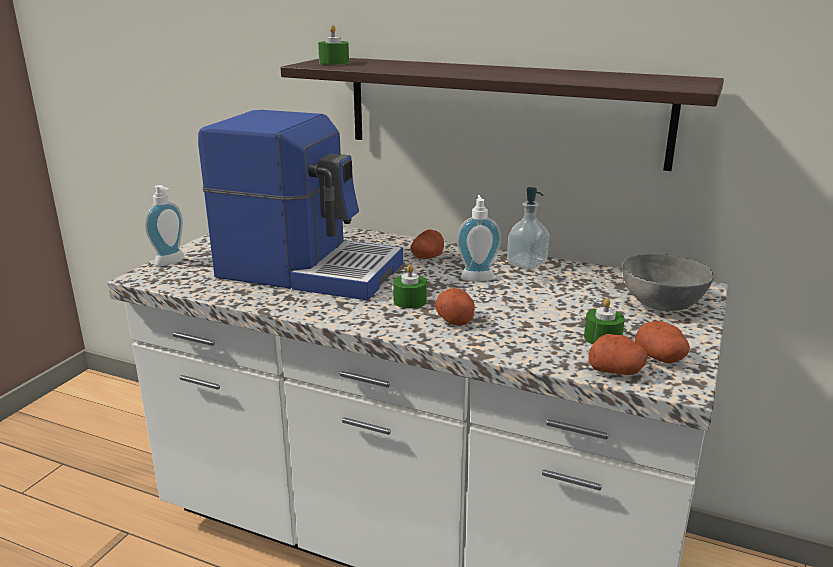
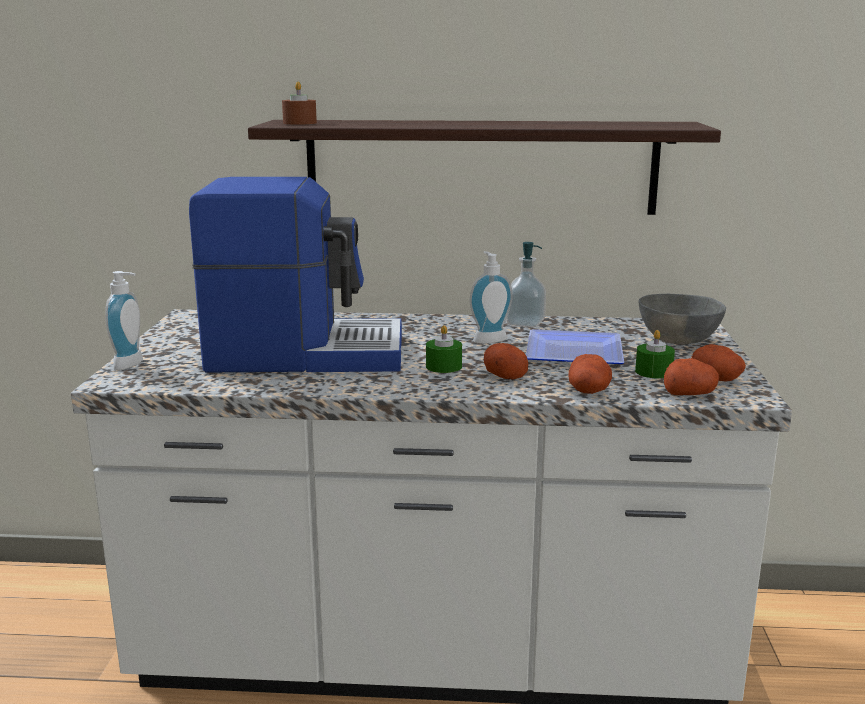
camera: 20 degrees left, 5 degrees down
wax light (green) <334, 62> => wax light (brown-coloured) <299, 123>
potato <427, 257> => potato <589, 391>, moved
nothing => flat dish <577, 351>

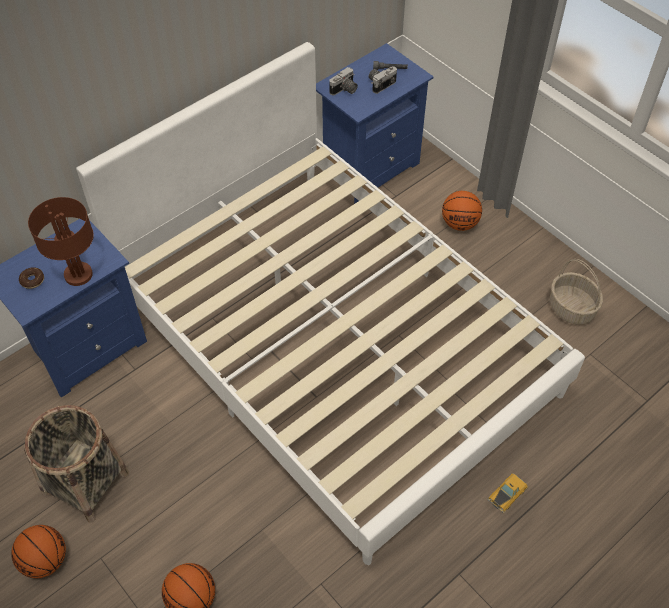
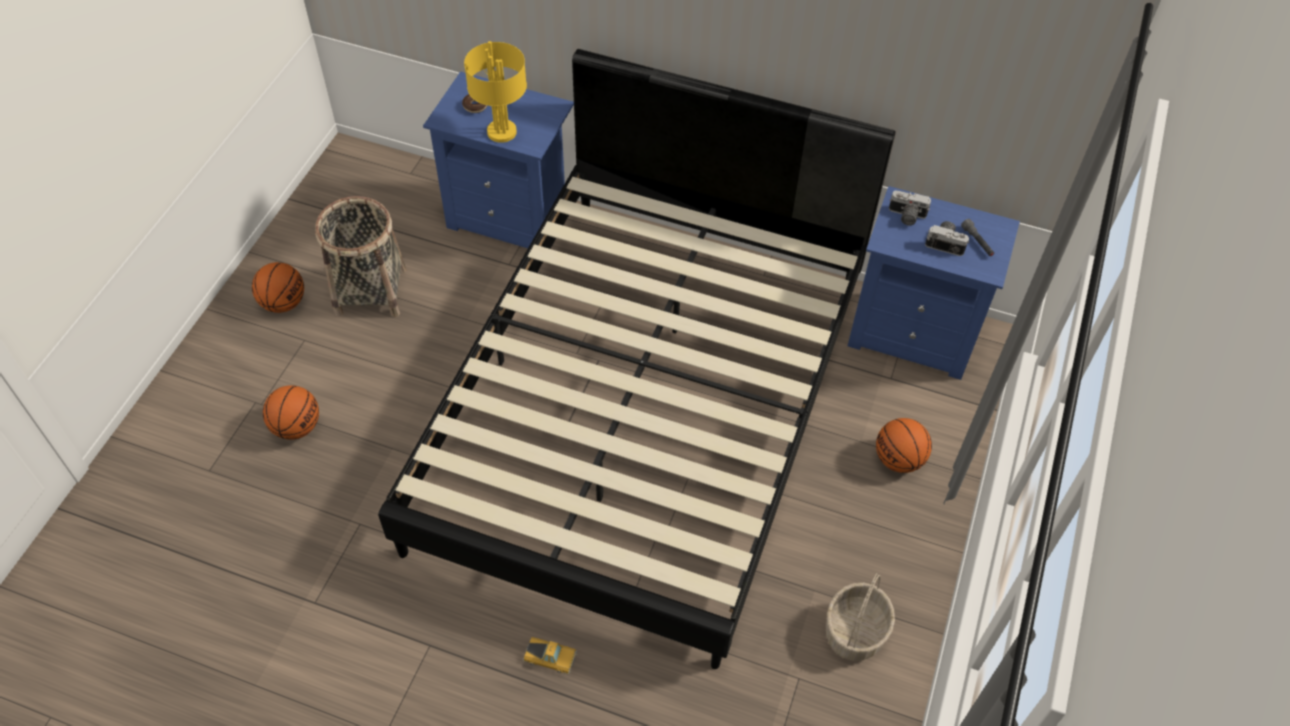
camera: 60 degrees right, 0 degrees up
tabletop lamp (brown-coloured) <79, 274> => tabletop lamp (yellow-coloured) <502, 132>
sleeping bed (white) <334, 342> => sleeping bed (black) <645, 410>

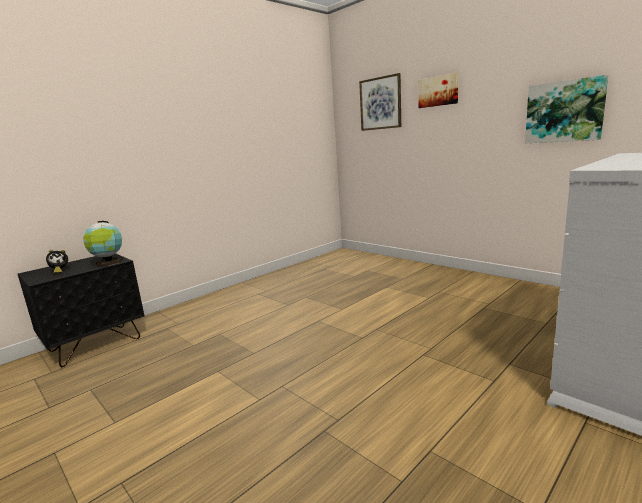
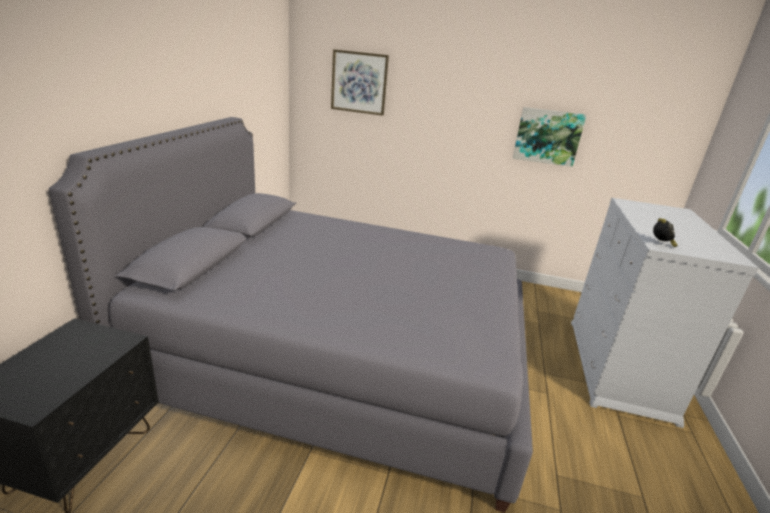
camera: 35 degrees left, 10 degrees up
alarm clock <59, 271> => alarm clock <661, 244>, moved
world globe <108, 263> => nothing
picture <438, 91> => nothing
nothing => sleeping bed (gray) <338, 361>

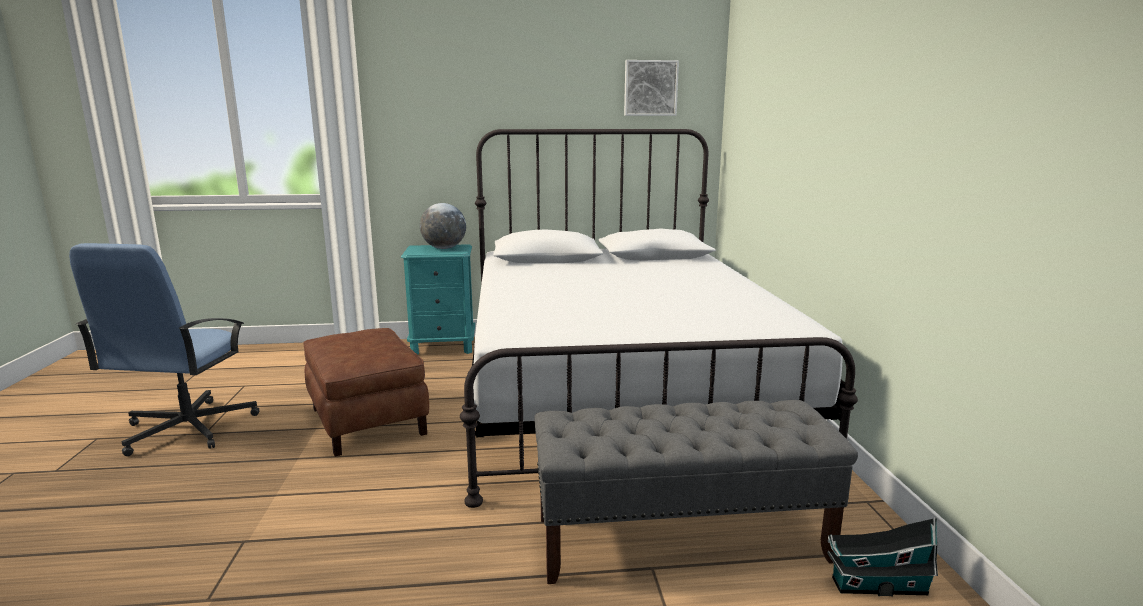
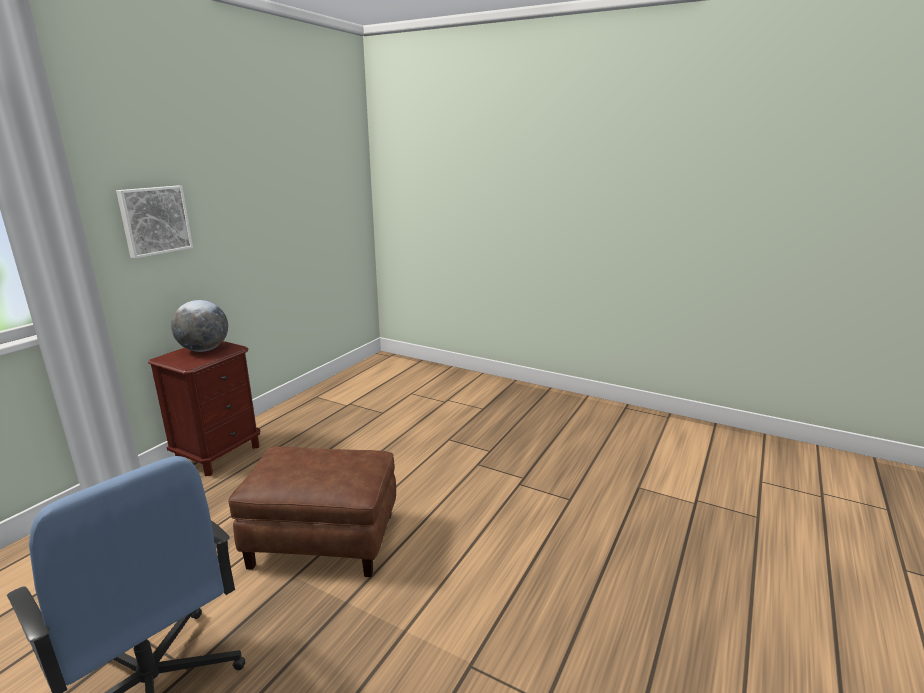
camera: 55 degrees left, 5 degrees up
night table (blue-green) <443, 347> => night table (brown-coloured) <219, 454>
sleeping bed (white) <617, 392> => nothing
bench (gray) <681, 539> => nothing
picture <650, 88> => picture <154, 220>, moved
miniature house <875, 586> => nothing

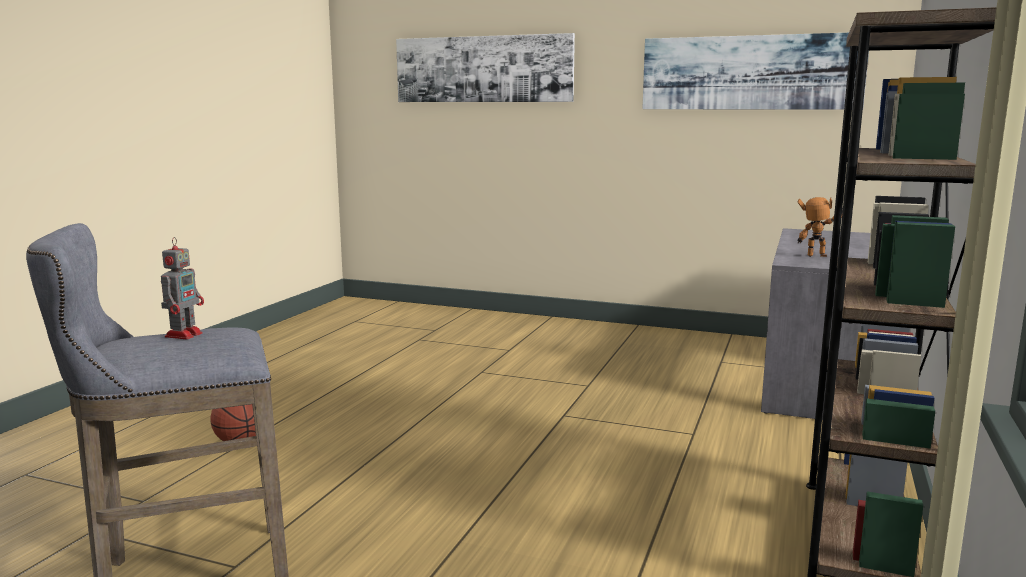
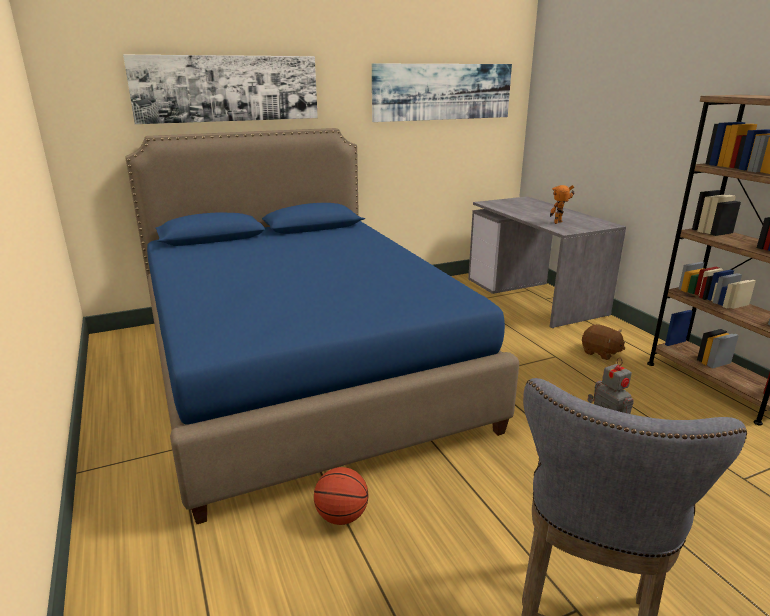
camera: 45 degrees left, 10 degrees up
nothing => sleeping bed (bluish) <301, 370>
nothing => cuddly toy (brown-coloured) <600, 353>

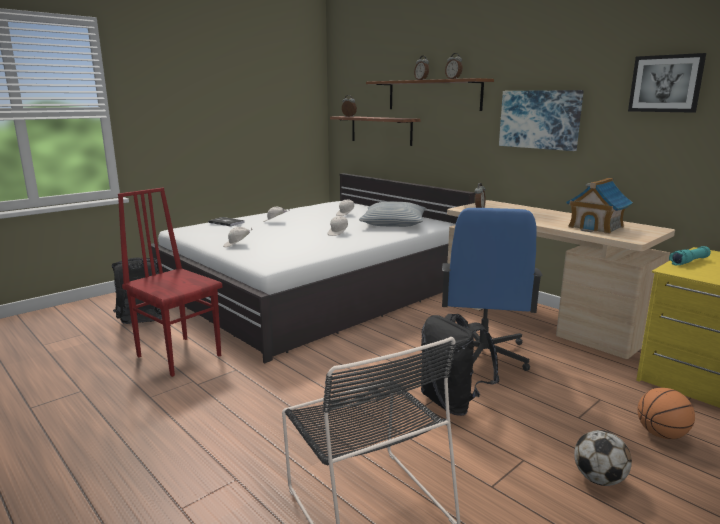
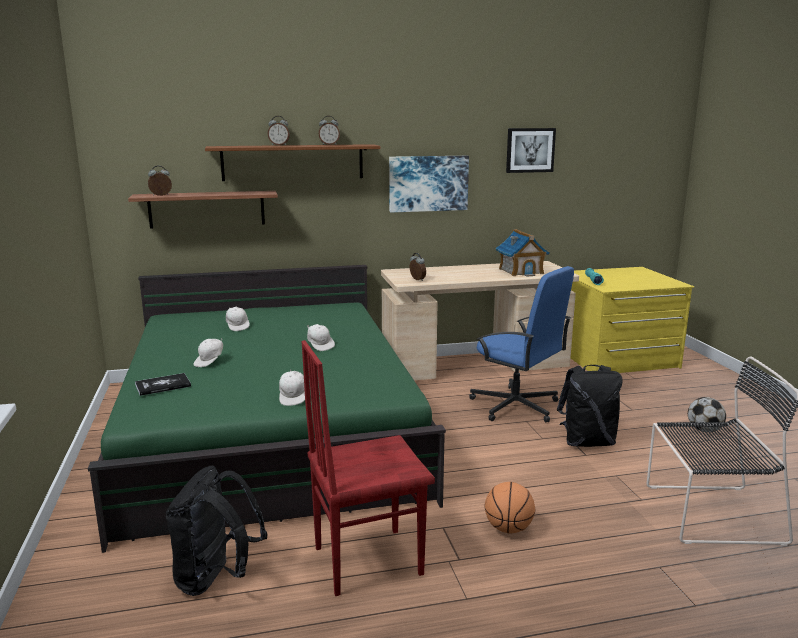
camera: 60 degrees left, 0 degrees up
sleeping bed (white) <316, 289> => sleeping bed (green) <270, 432>
cushion <393, 223> => nothing
basketball ball <661, 434> => basketball ball <508, 529>, moved

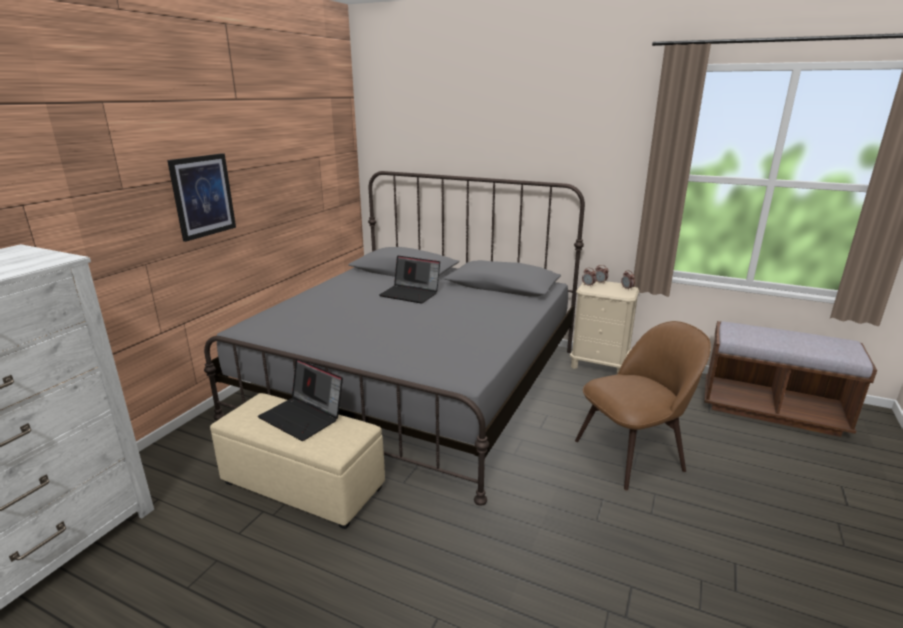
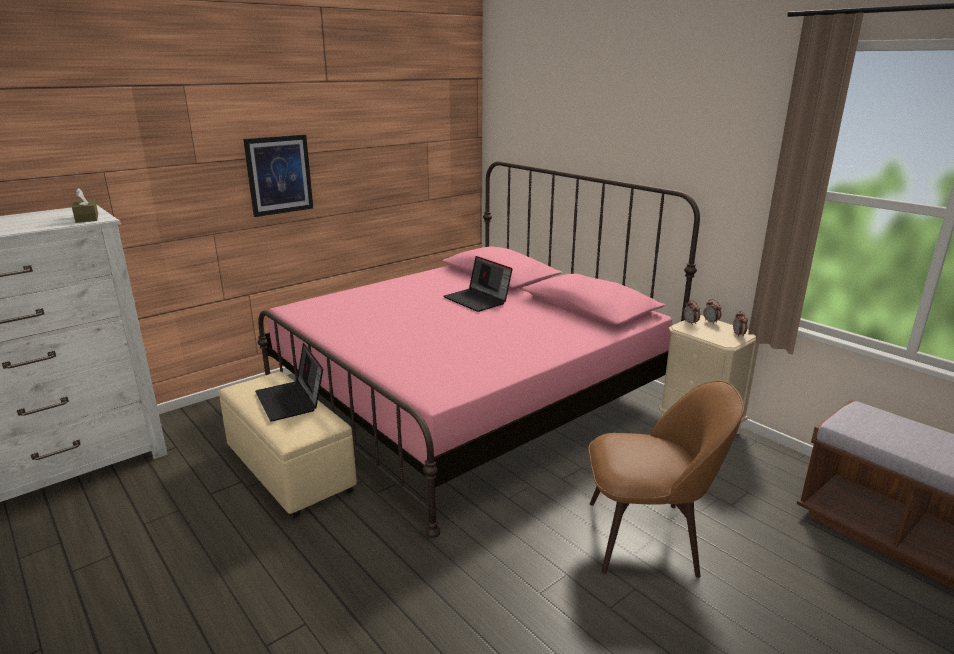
camera: 25 degrees right, 0 degrees up
sleeping bed (gray) <413, 381> => sleeping bed (pinkish) <467, 397>
nothing => tissue holder (brown-coloured) <87, 218>

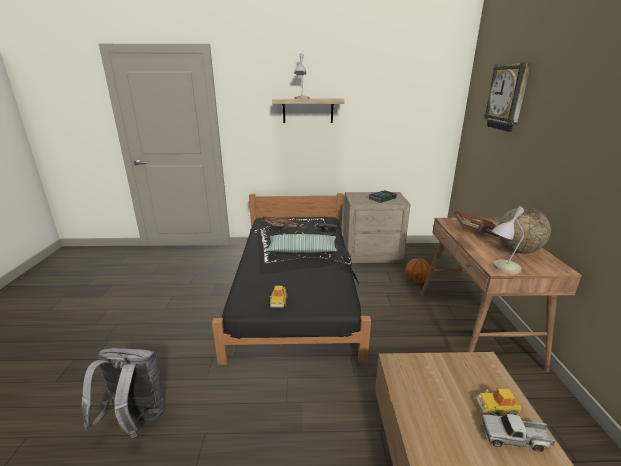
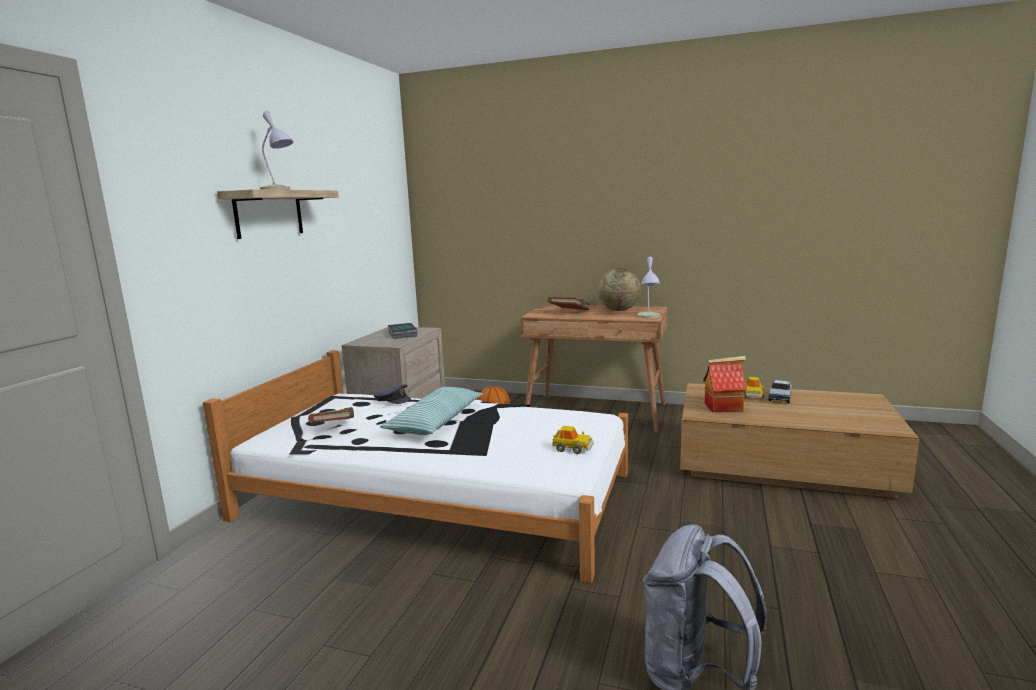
camera: 70 degrees left, 10 degrees down
sleeping bed (black) <295, 288> => sleeping bed (white) <436, 495>
wall clock <507, 97> => nothing
nothing => miniature house <723, 407>

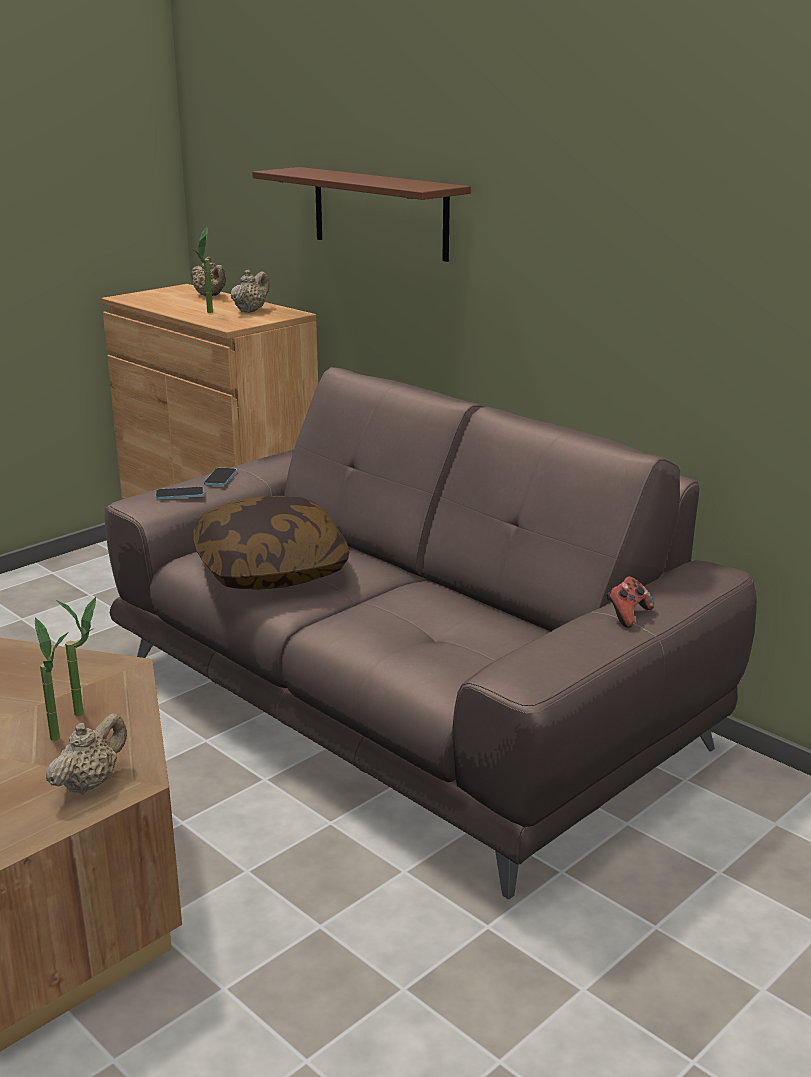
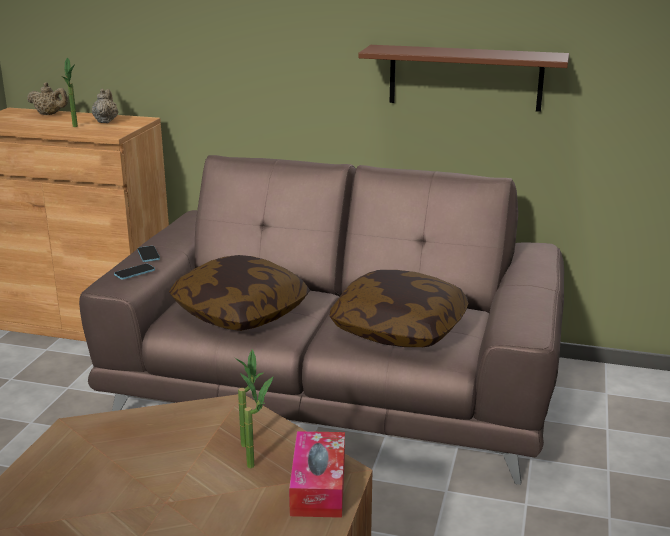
camera: 30 degrees left, 0 degrees up
pot for tea (sand-coloured) <90, 783> => tissue holder <318, 485>
bracket shelf (brown-coloured) <379, 213> => bracket shelf (brown-coloured) <465, 78>, moved
game controller <627, 615> => nothing
nothing => cushion <399, 329>

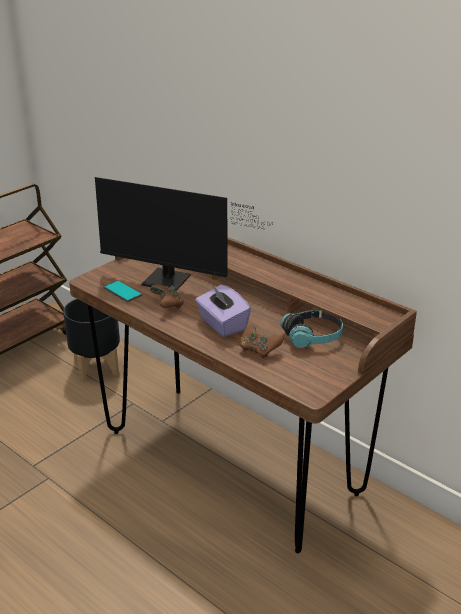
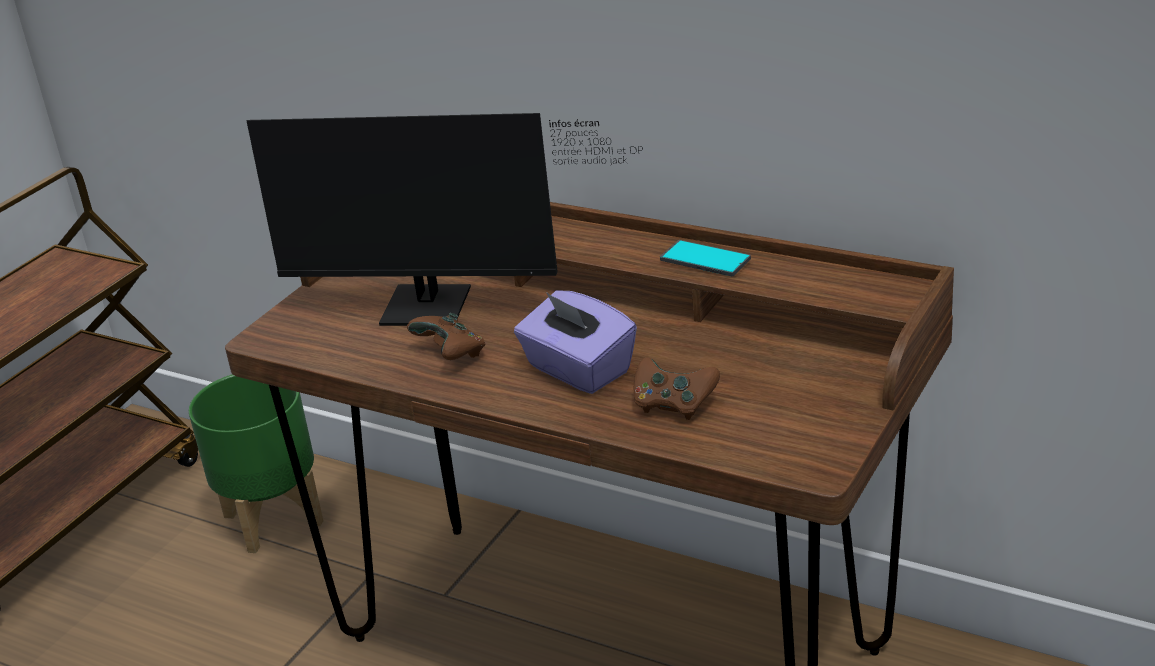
camera: 10 degrees left, 0 degrees up
planter (black) <97, 368> => planter (green) <274, 518>
handset <122, 292> => handset <705, 260>, moved
headset <312, 337> => nothing

